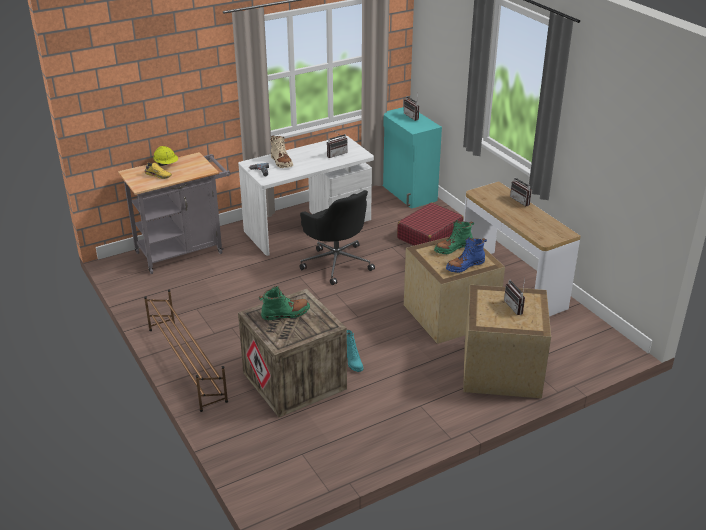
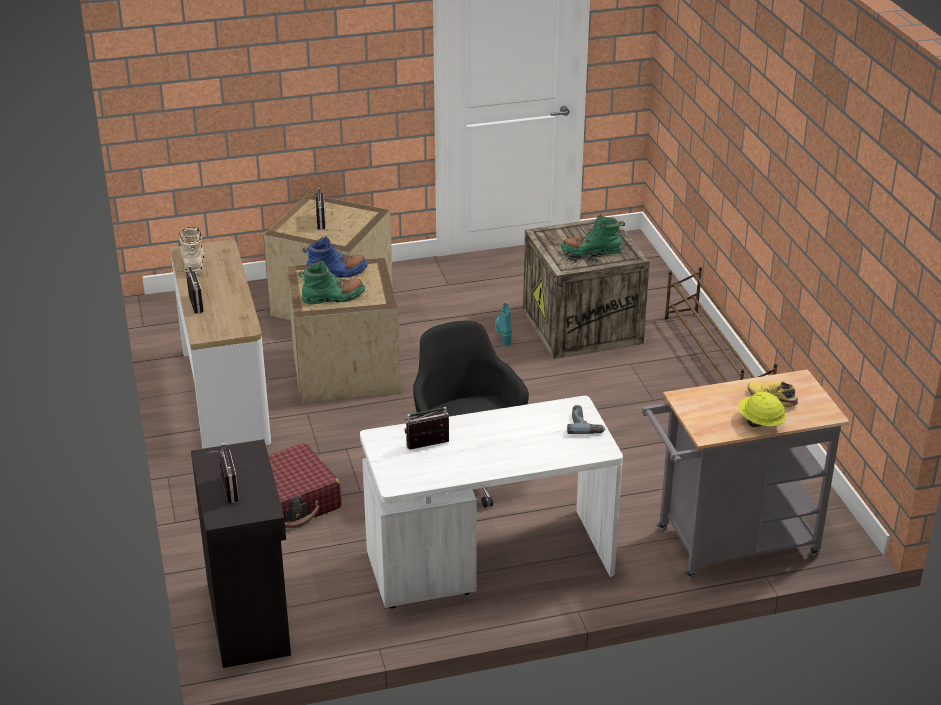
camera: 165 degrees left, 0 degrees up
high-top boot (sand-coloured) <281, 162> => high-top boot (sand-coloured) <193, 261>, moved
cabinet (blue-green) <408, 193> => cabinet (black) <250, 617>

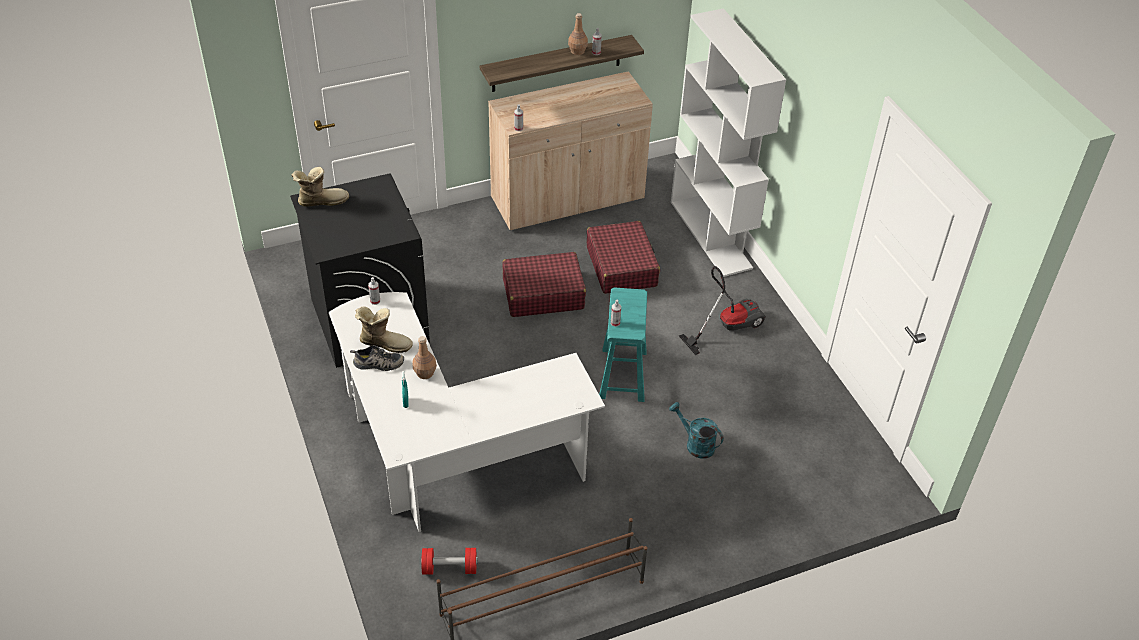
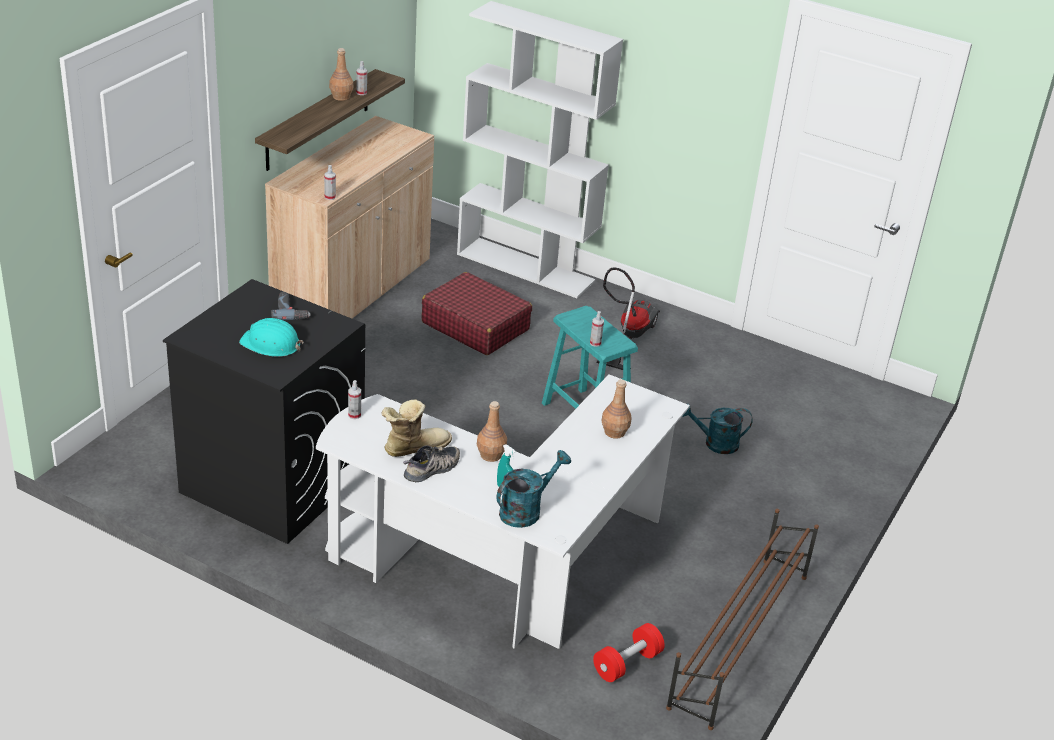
camera: 40 degrees left, 10 degrees down
high-top boot <321, 201> => nothing
piece of luggage (red) <543, 294> => nothing
nothing => safety helmet (blue-green) <271, 344>
nothing => electric drill <291, 311>
nothing => watering pot (blue-green) <526, 510>
nothing => drink bottle (brown-coloured) <614, 432>

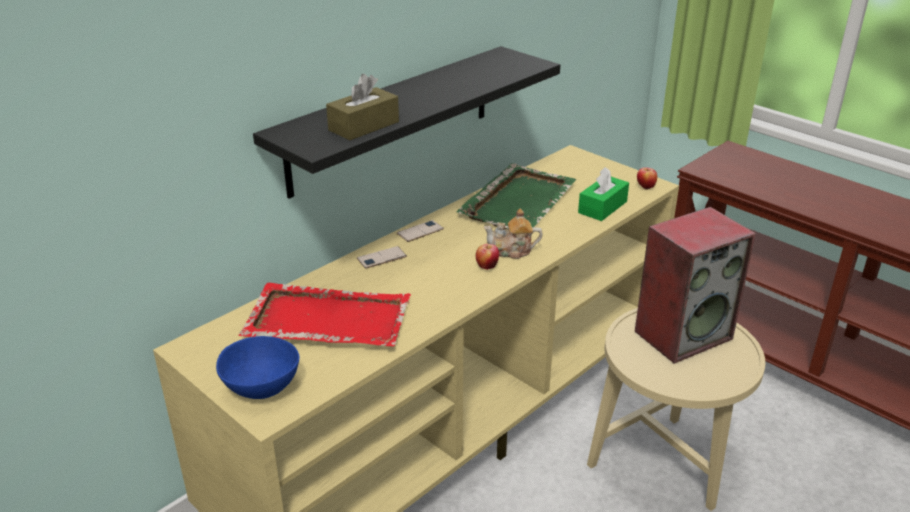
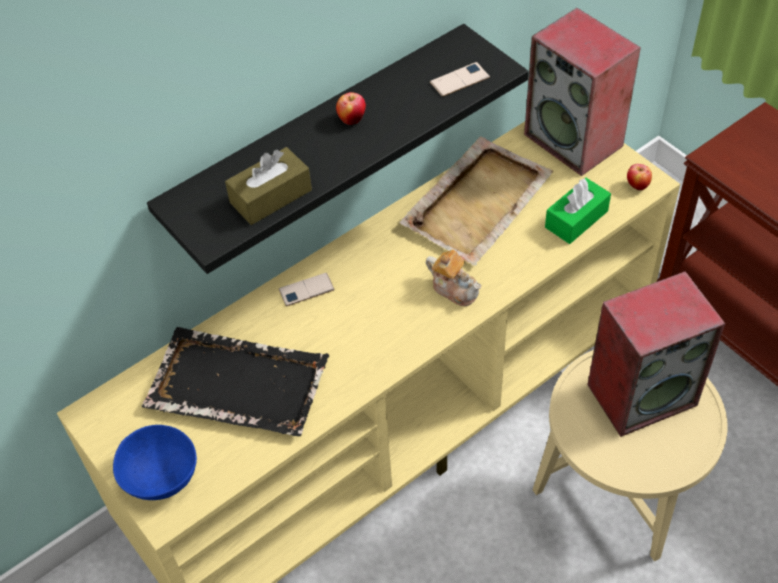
camera: 10 degrees right, 20 degrees up
serving tray (red) <326, 320> => serving tray (black) <236, 384>
handset <420, 231> => handset <459, 80>, moved
serving tray (green) <519, 201> => serving tray (sand-coloured) <478, 202>
apple fruit <487, 267> => apple fruit <352, 119>, moved
pot for tea <512, 251> => pot for tea <454, 288>, 150 degrees counterclockwise
nothing => audio speaker <575, 140>

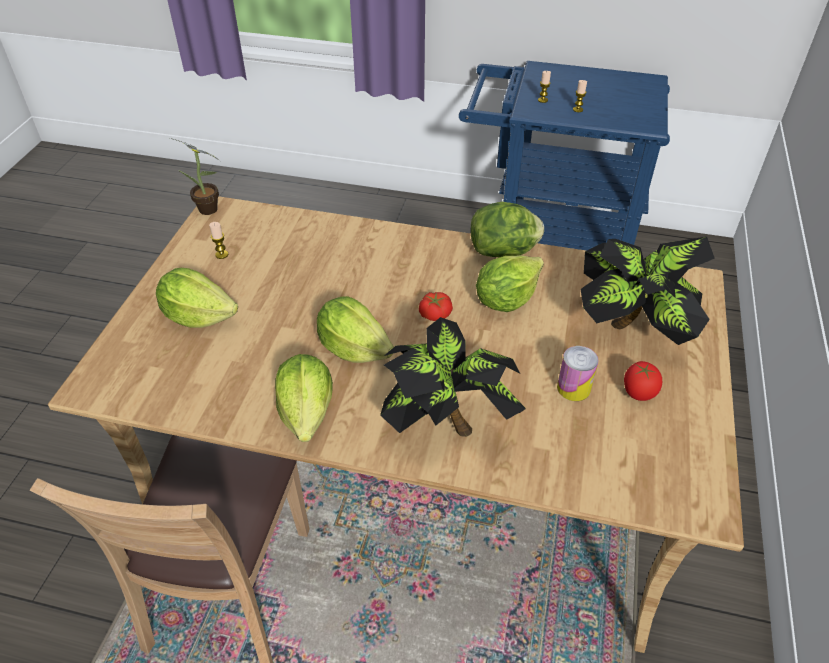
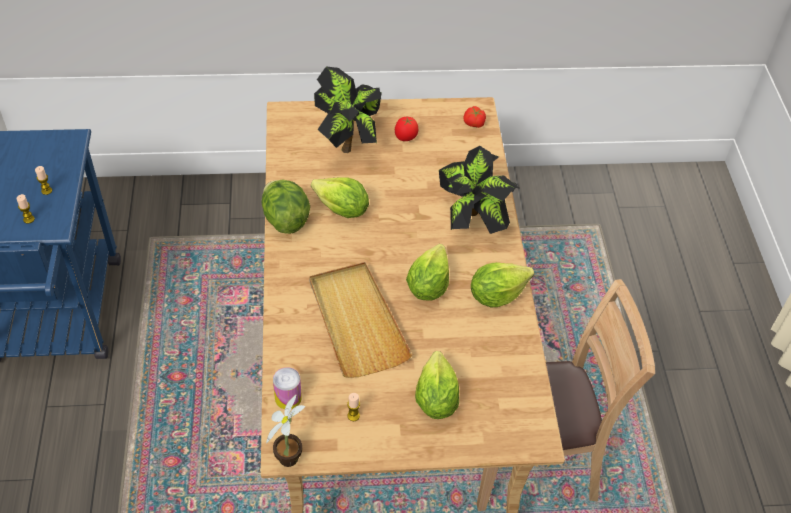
camera: 110 degrees left, 5 degrees up
tomato <434, 314> => tomato <474, 123>, moved
can <573, 388> => can <288, 398>, moved
nothing => serving tray (sand-coloured) <356, 321>

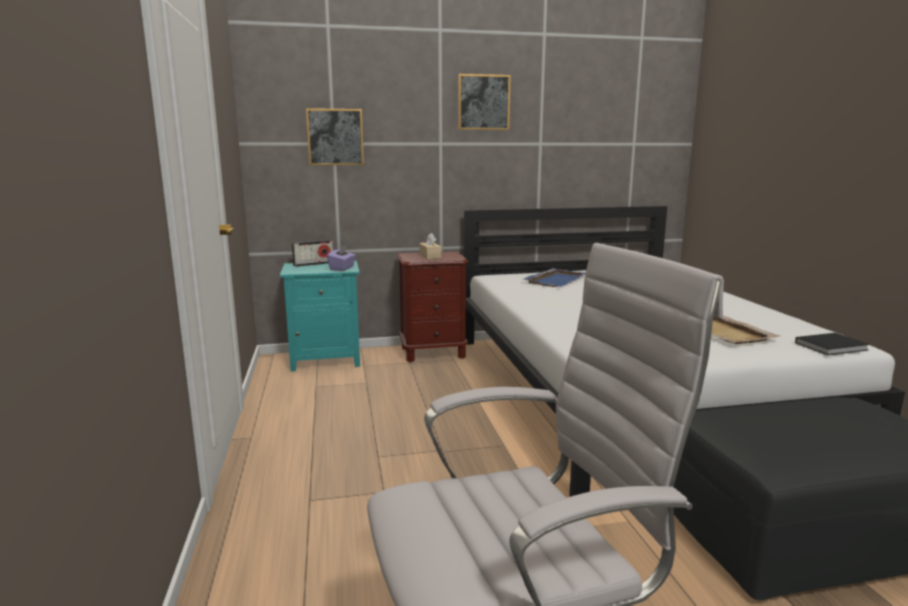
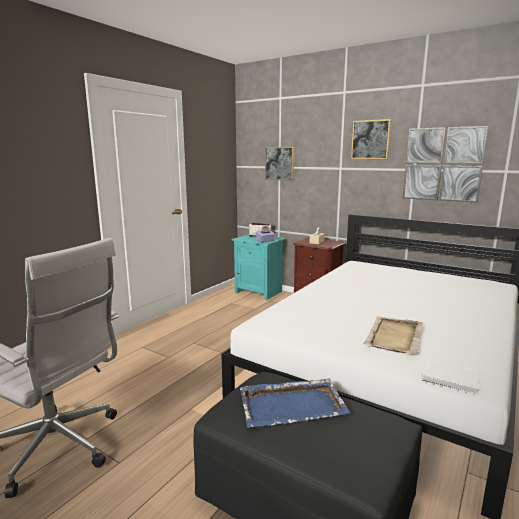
camera: 45 degrees right, 0 degrees up
serving tray (bluish) <556, 280> => serving tray (bluish) <293, 405>, moved
bound book (black) <833, 346> => bound book (white) <451, 379>
nothing => picture <443, 164>

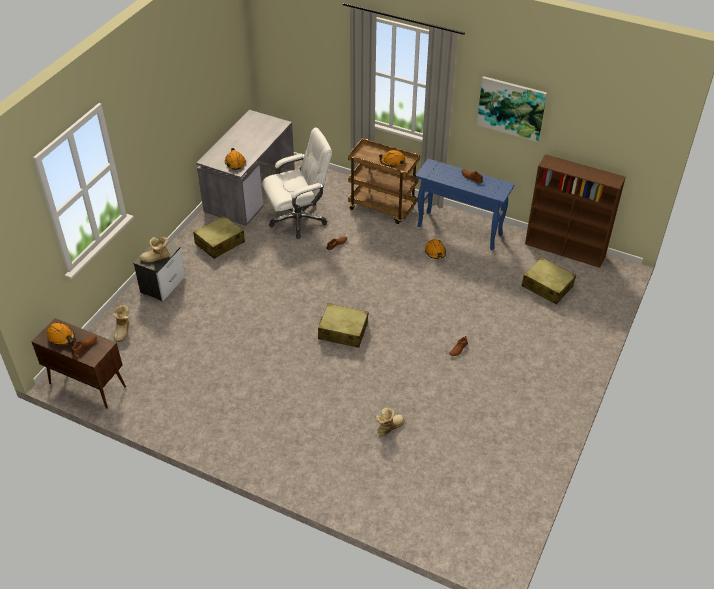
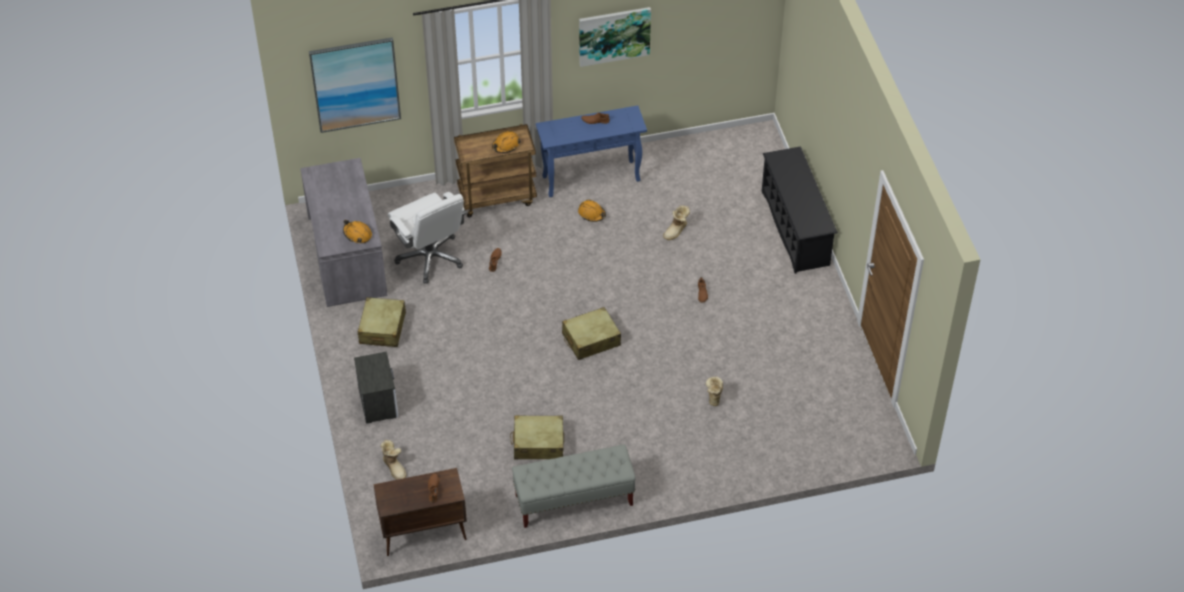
camera: 40 degrees left, 5 degrees up
safety helmet (orange-coloured) <61, 337> => nothing
high-top boot <156, 258> => high-top boot <676, 231>, moved
desk chair (white) <298, 219> => desk chair (white) <430, 257>, 120 degrees clockwise
piece of luggage (sand-coloured) <547, 286> => piece of luggage (sand-coloured) <538, 443>, moved
shelving unit (brown-coloured) <566, 249> => nothing
nothing => picture <355, 84>
nothing => bench (gray) <573, 500>
nothing => shoe shelf (black) <795, 228>

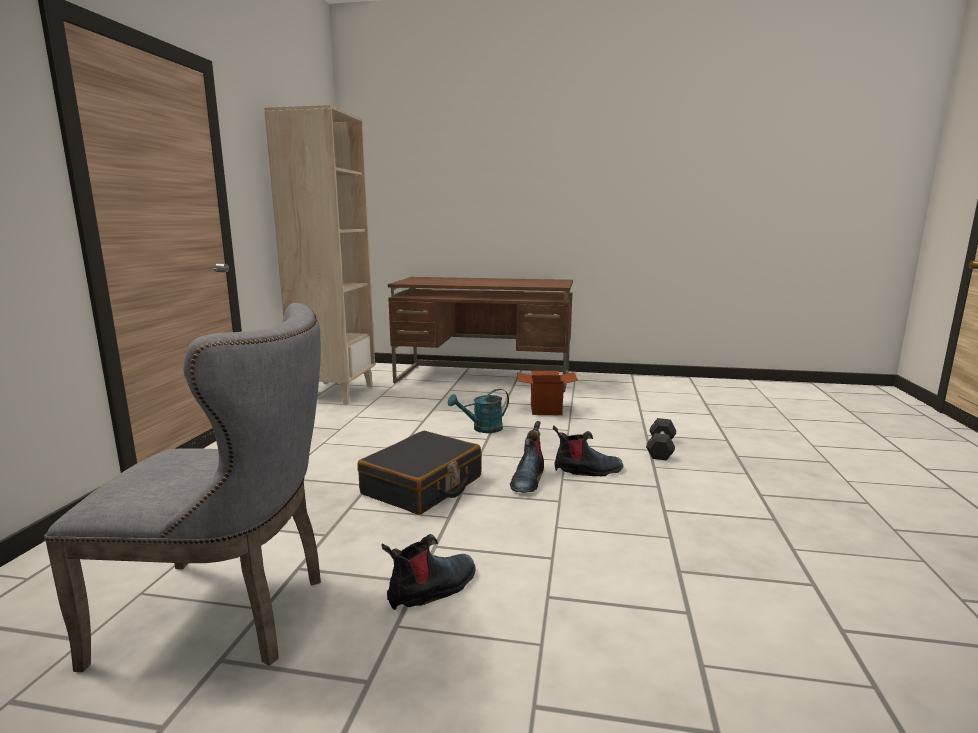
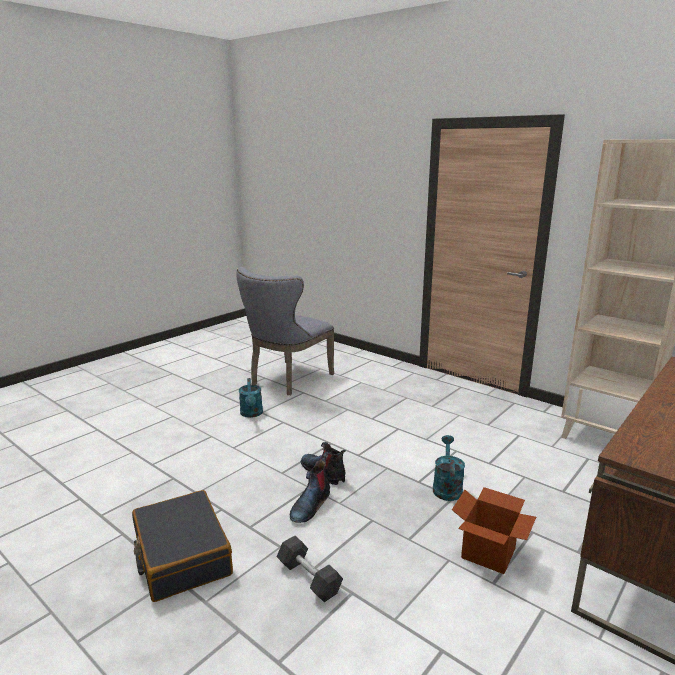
camera: 120 degrees right, 5 degrees up
piece of luggage (black) <423, 486> => piece of luggage (black) <181, 556>, moved
high-top boot <432, 589> => watering pot (blue-green) <251, 414>

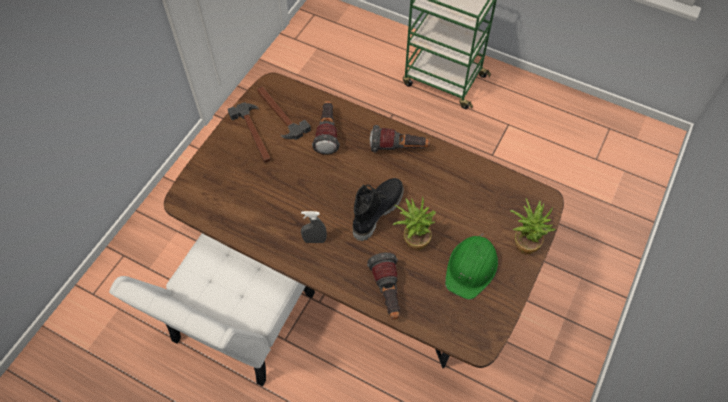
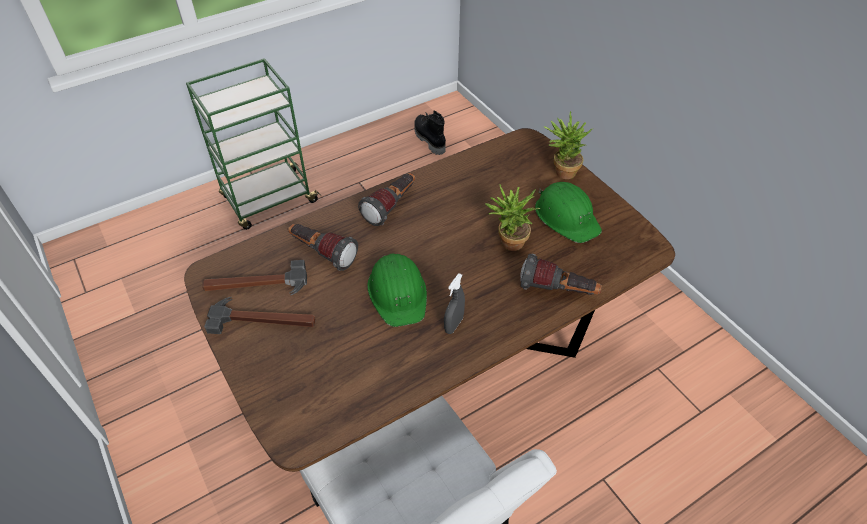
camera: 60 degrees left, 10 degrees down
high-top boot (black) <377, 211> => high-top boot (black) <428, 139>, moved
nothing => safety helmet (green) <398, 293>

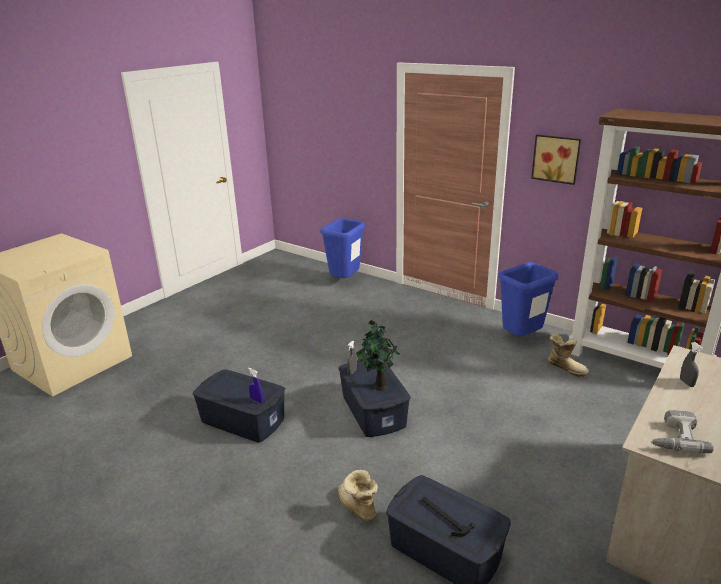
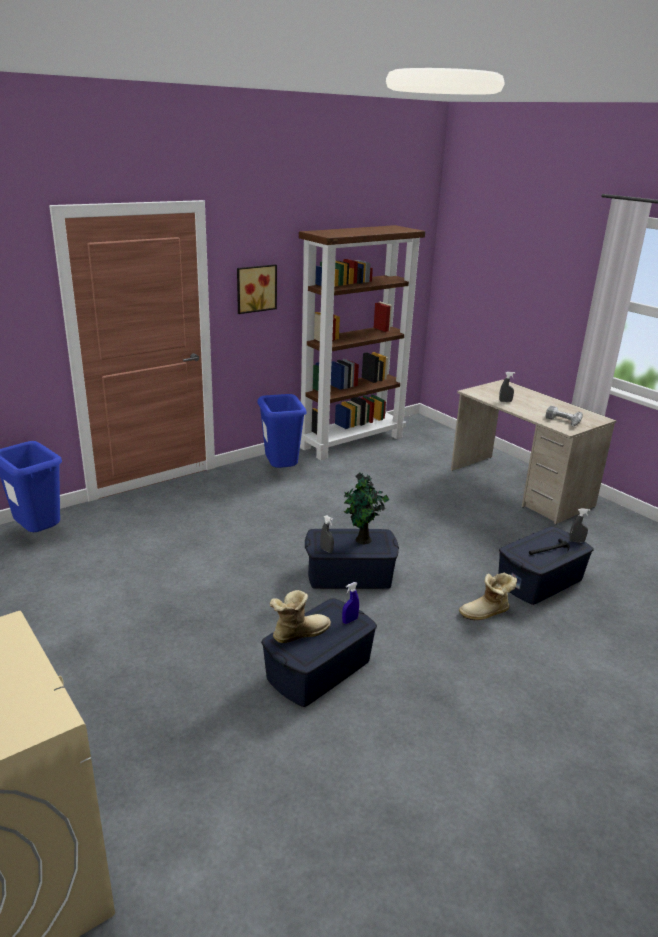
camera: 75 degrees left, 0 degrees up
high-top boot <566, 367> => high-top boot <298, 633>, moved
nothing => hand sprayer (gray) <576, 541>

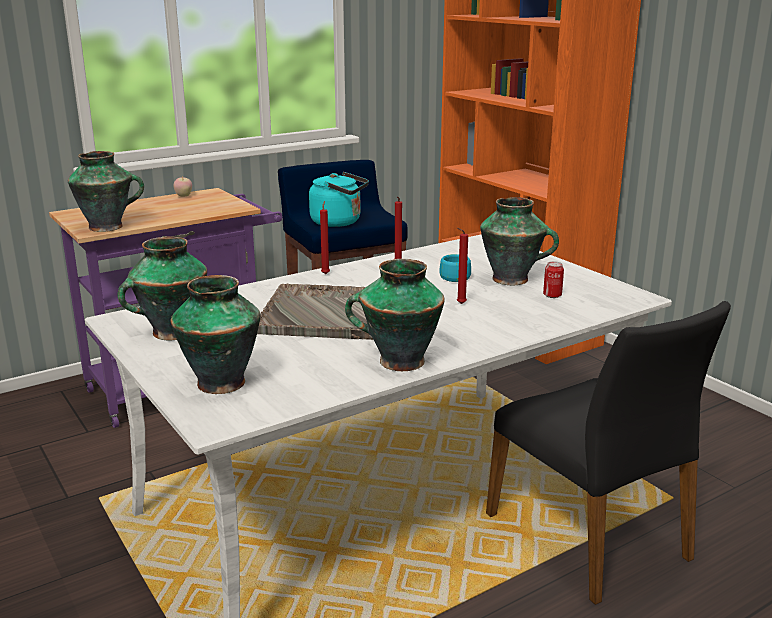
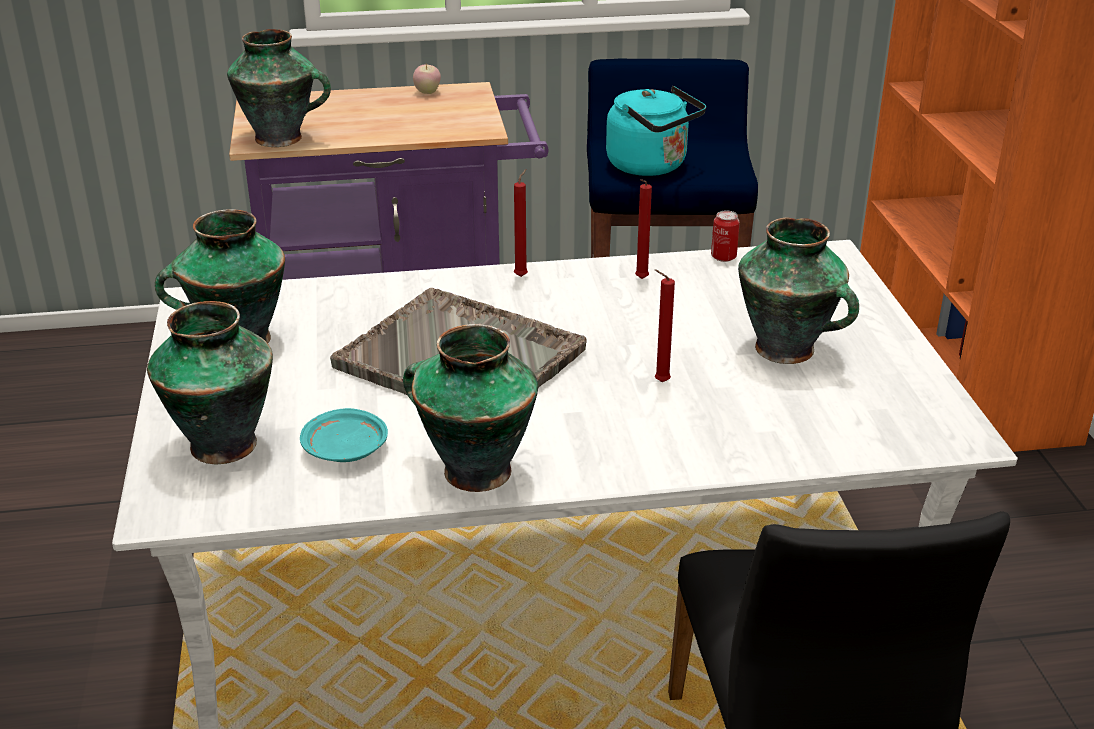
camera: 25 degrees right, 10 degrees up
drinking cup (blue-green) <456, 279> => nothing
can <552, 295> => can <723, 257>, moved
nothing => flat dish (blue-green) <345, 449>

